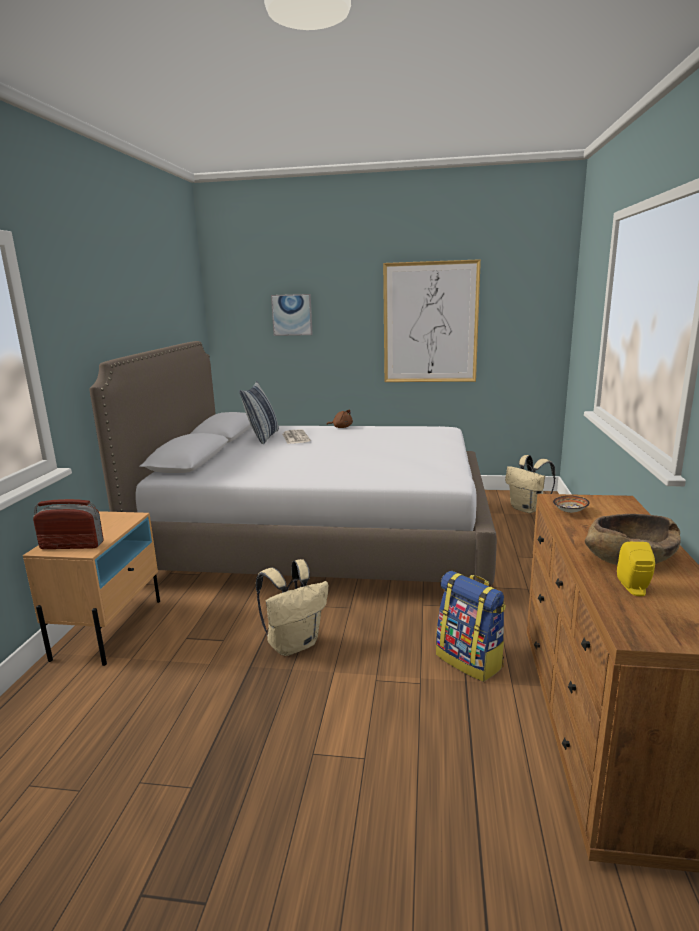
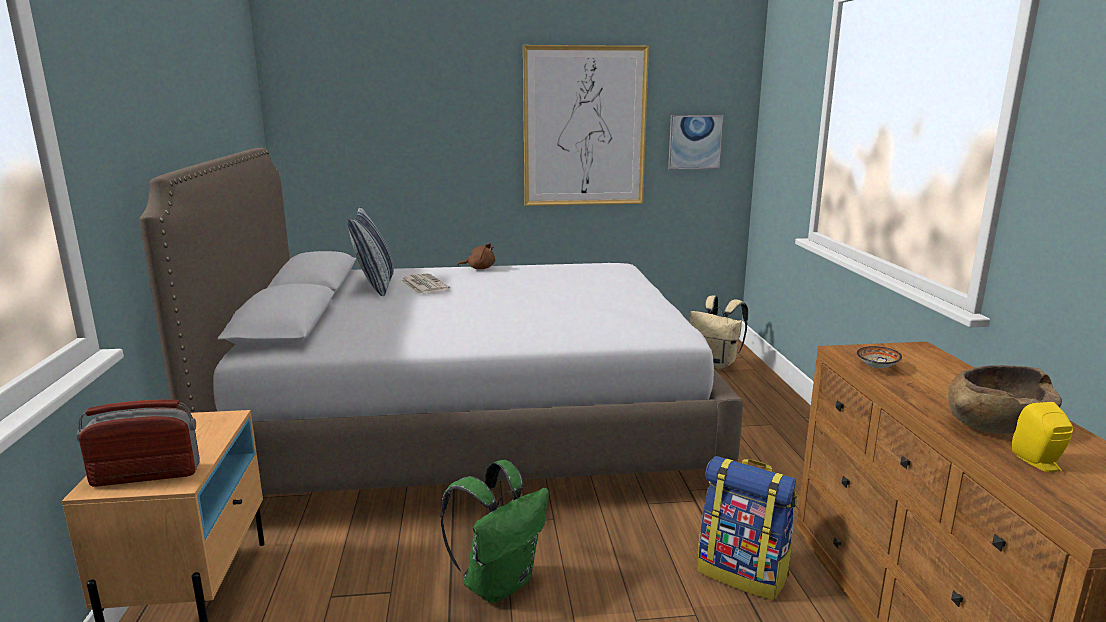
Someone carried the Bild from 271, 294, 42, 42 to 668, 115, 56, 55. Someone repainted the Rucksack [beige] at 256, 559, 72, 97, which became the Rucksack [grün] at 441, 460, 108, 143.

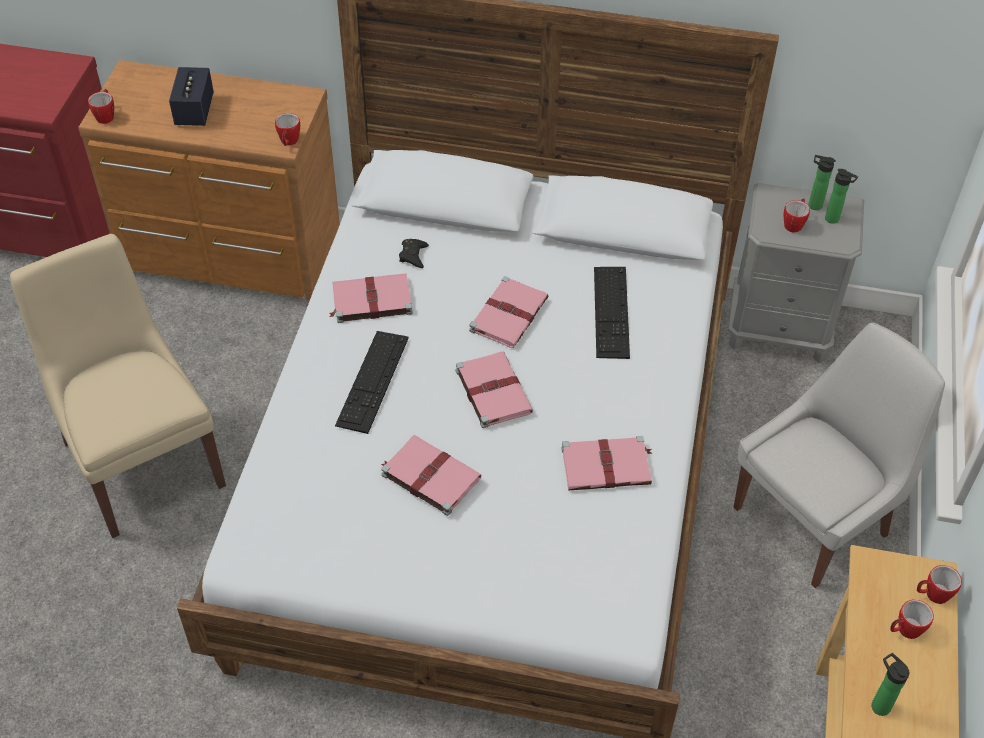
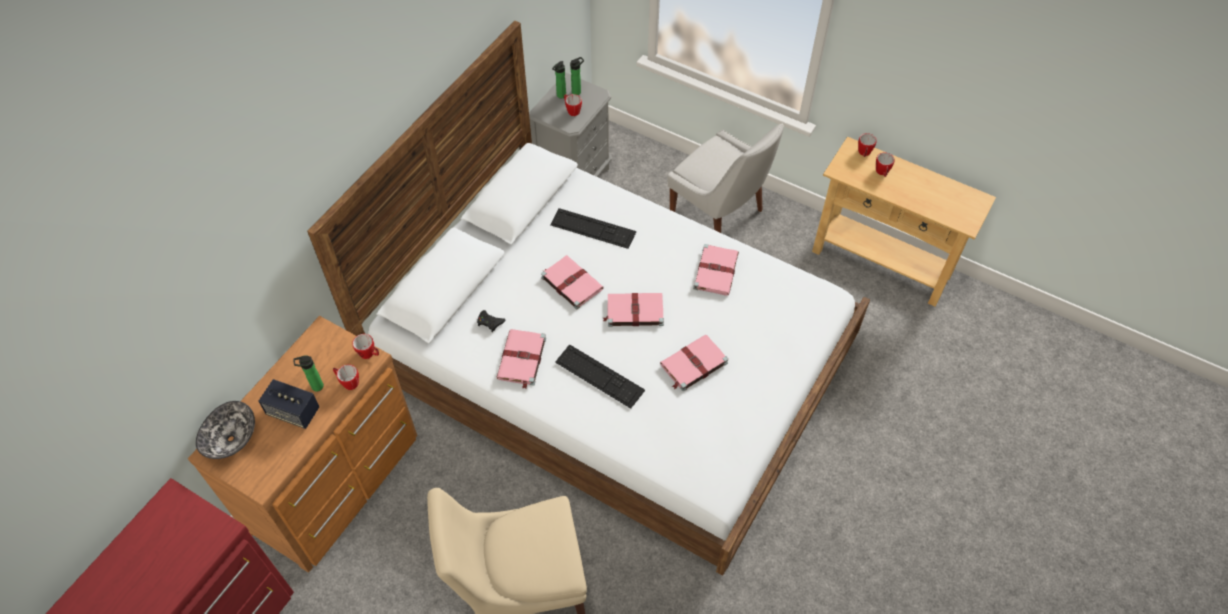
Someone put down the Schüssel at 196, 401, 59, 58. Someone carried the Henkelbecher from 88, 89, 26, 35 to 333, 364, 26, 26. Someone carried the Flasche from 871, 653, 38, 63 to 293, 355, 31, 37. Someone rotated the Stuhl [weiß] at 733, 323, 212, 265 by 150 degrees clockwise.

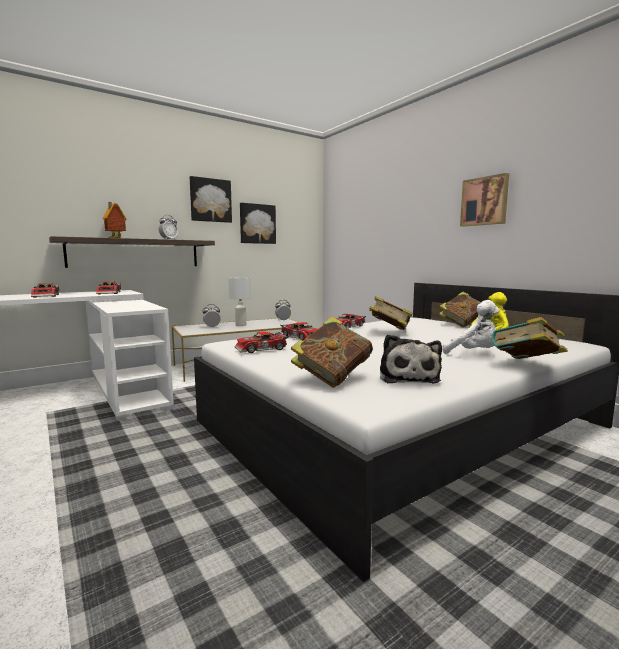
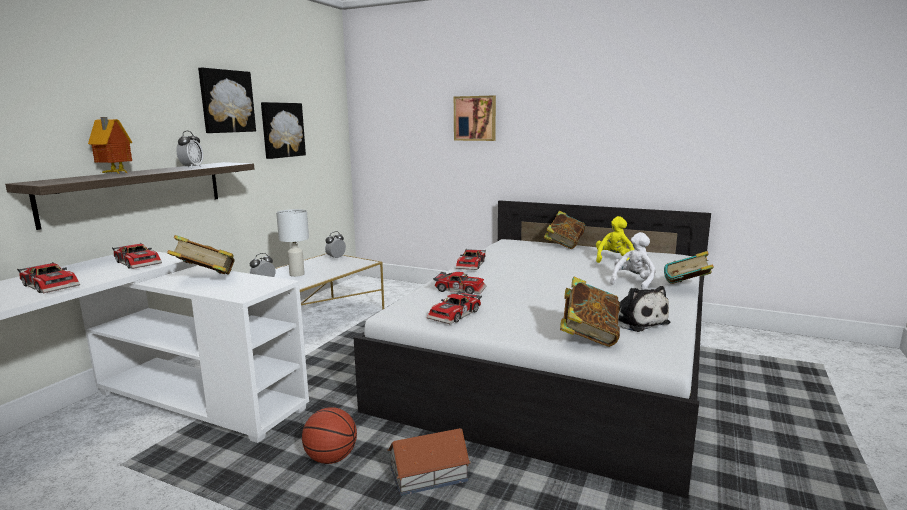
Someone put down the Basketball at 302, 407, 55, 57. Someone put down the Spielzeughaus at 387, 428, 84, 68. Someone carried the Buch from 369, 296, 44, 34 to 167, 235, 68, 40. Someone carried the Bild from 460, 173, 49, 54 to 454, 95, 42, 46. Someone rotated the Plüschtier [weiß] at 443, 300, 57, 54 by 60 degrees counterclockwise.

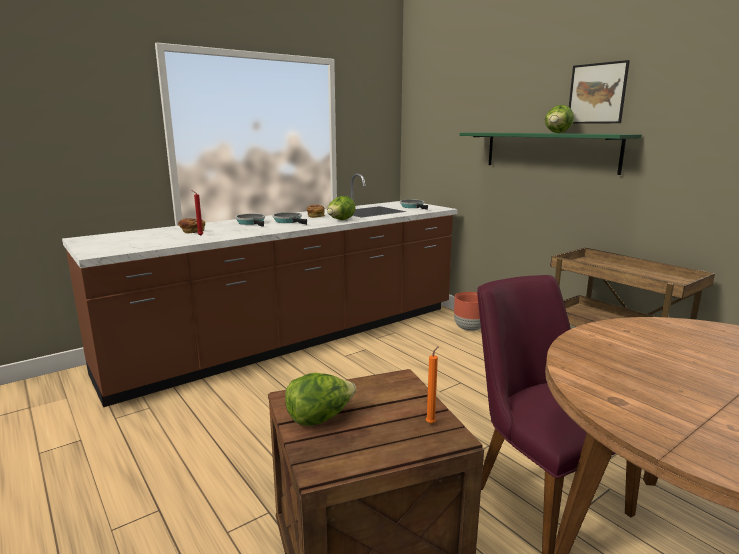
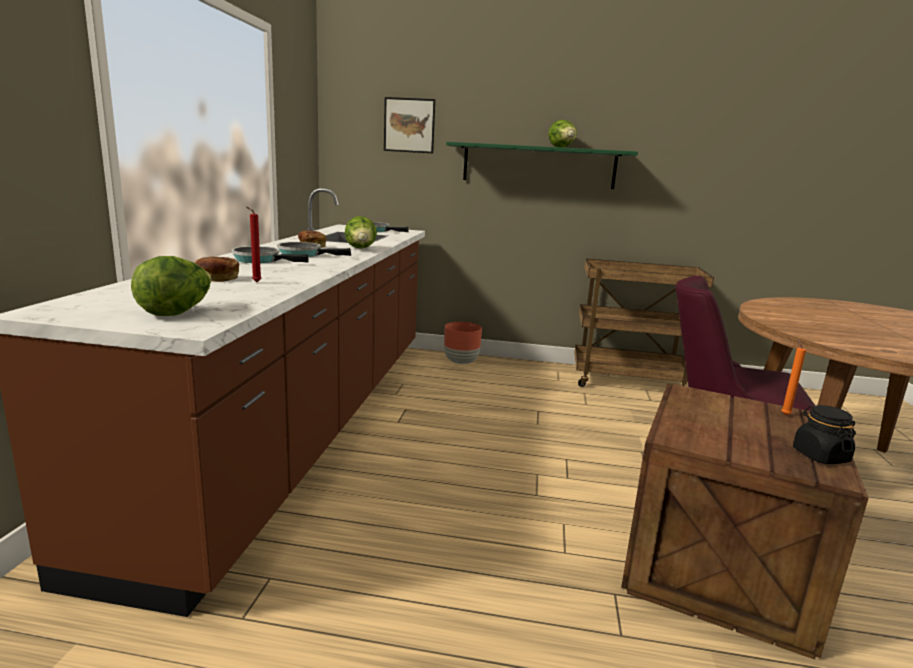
Someone put down the Vorratsglas [schwarz] at 793, 405, 63, 59. Someone carried the Salatkopf from 285, 373, 71, 53 to 131, 256, 80, 60. Someone carried the Bild from 569, 60, 61, 64 to 384, 97, 51, 56.

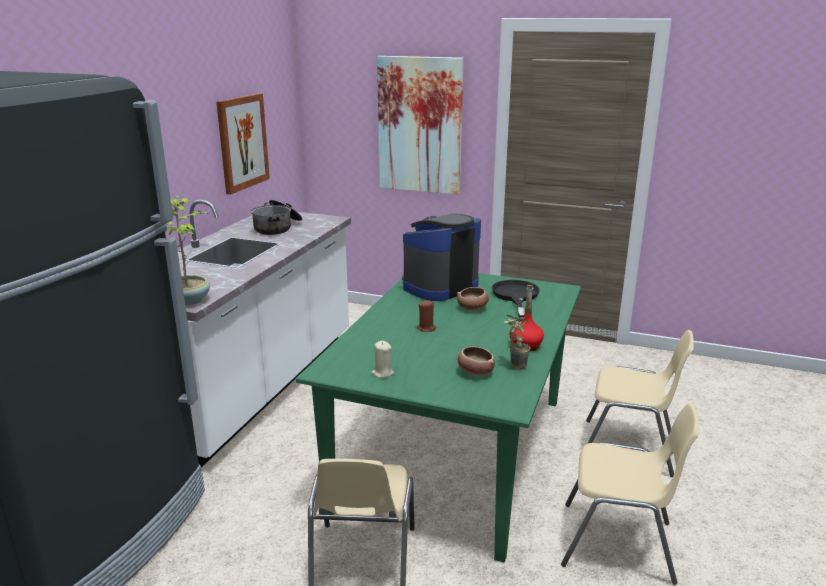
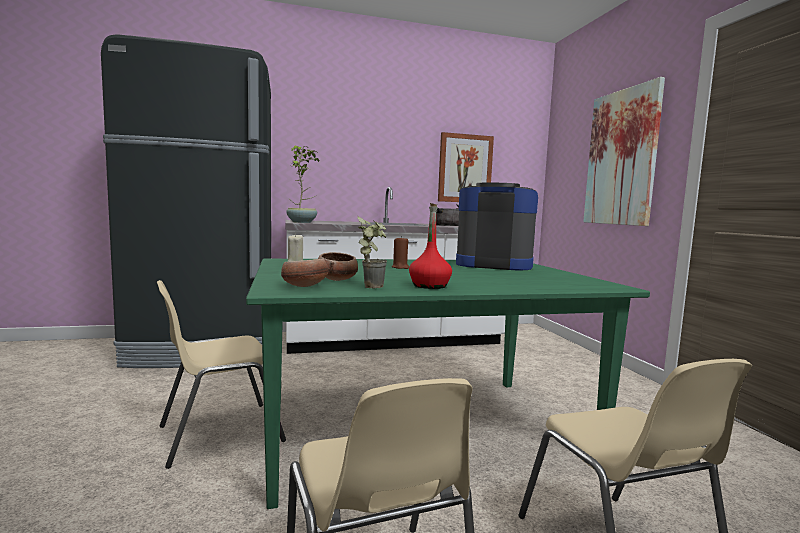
Someone took away the Pfanne [schwarz] at 492, 280, 48, 38. Someone carried the Schüssel from 457, 287, 32, 23 to 281, 259, 47, 28.

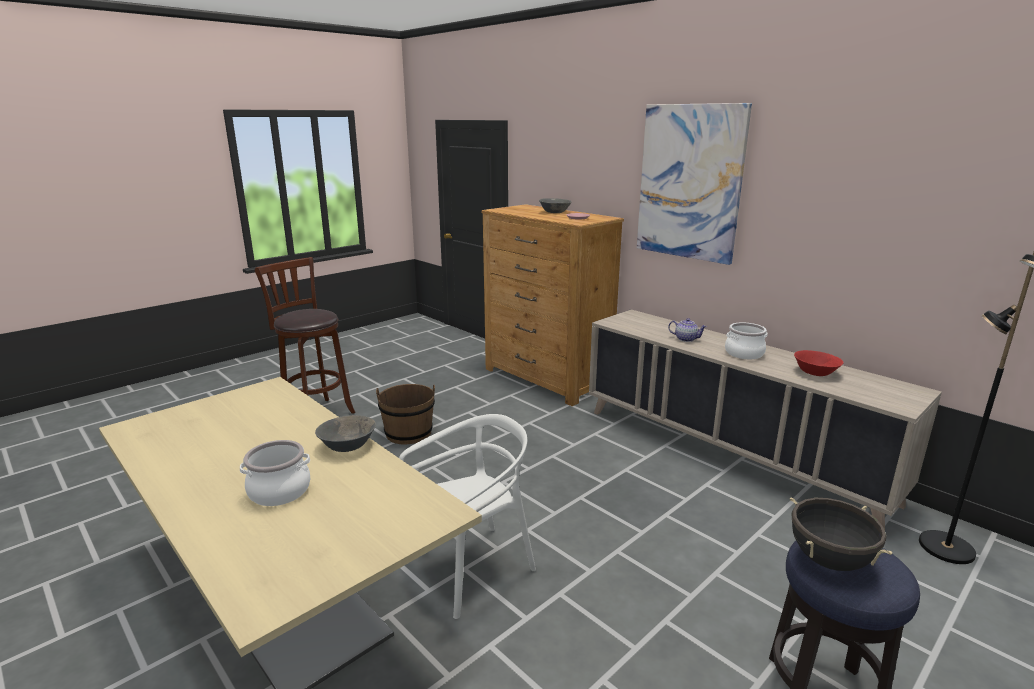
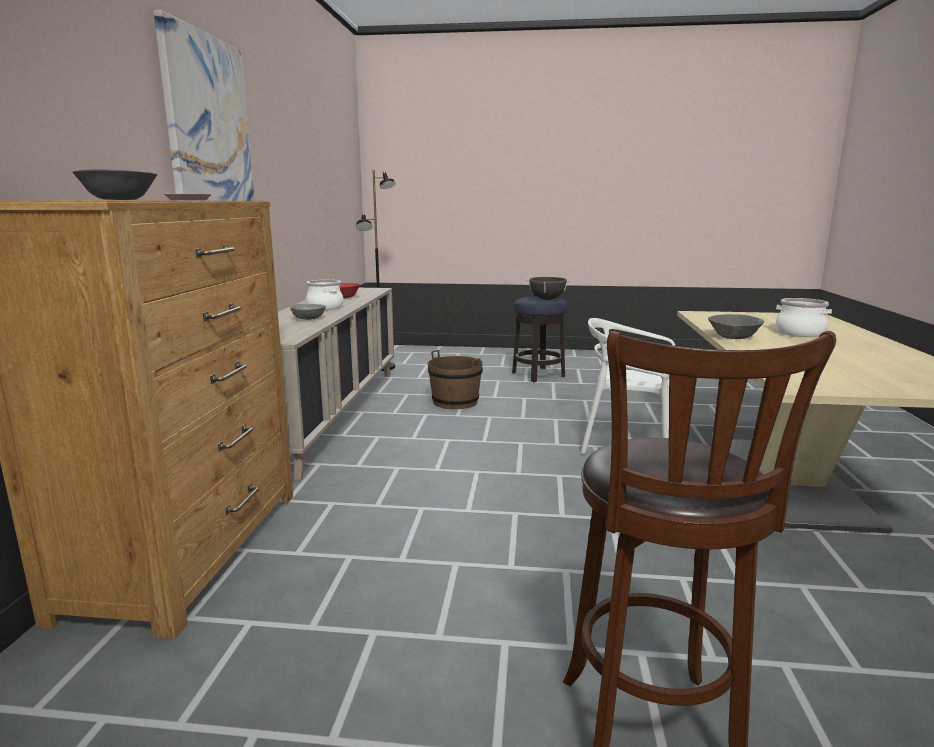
Someone carried the Eimer [braun] from 376, 384, 59, 61 to 428, 350, 55, 59. Someone swapped the Teekanne at 668, 318, 39, 24 for the Schüssel [grau] at 290, 304, 36, 16.

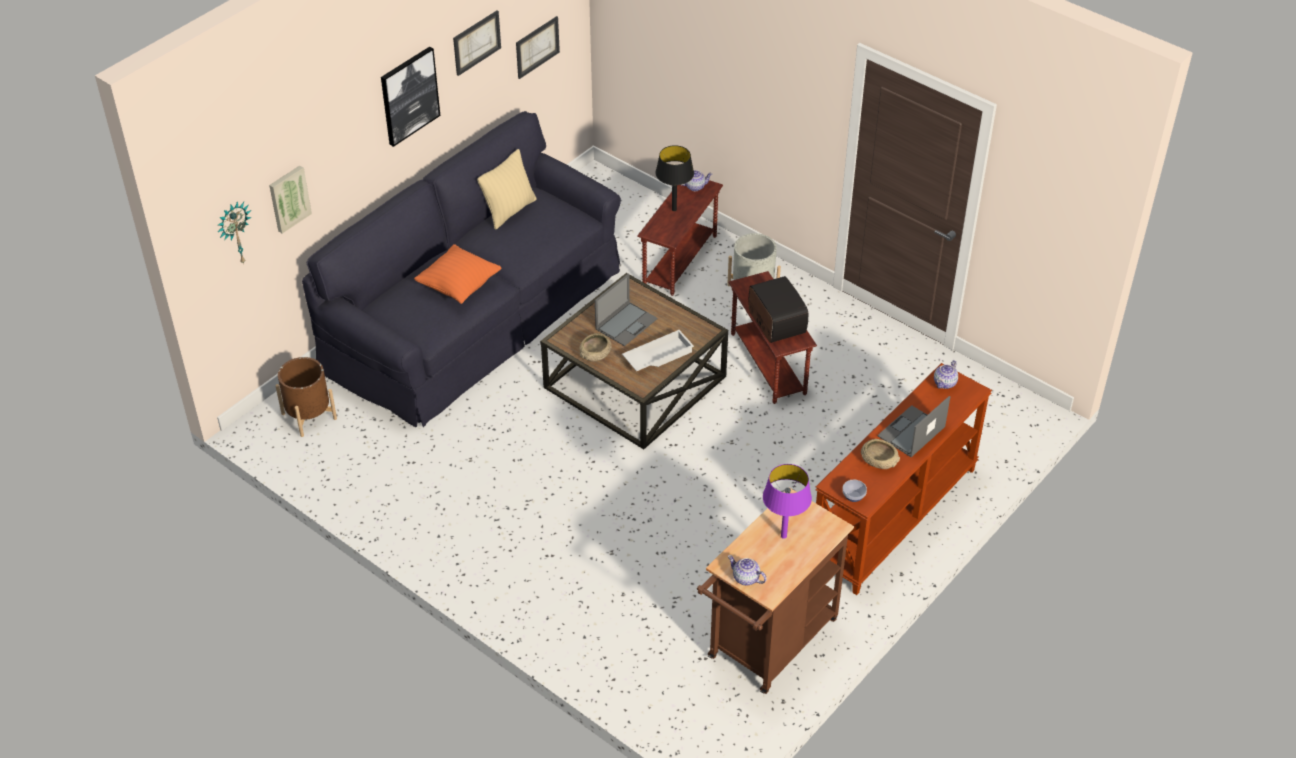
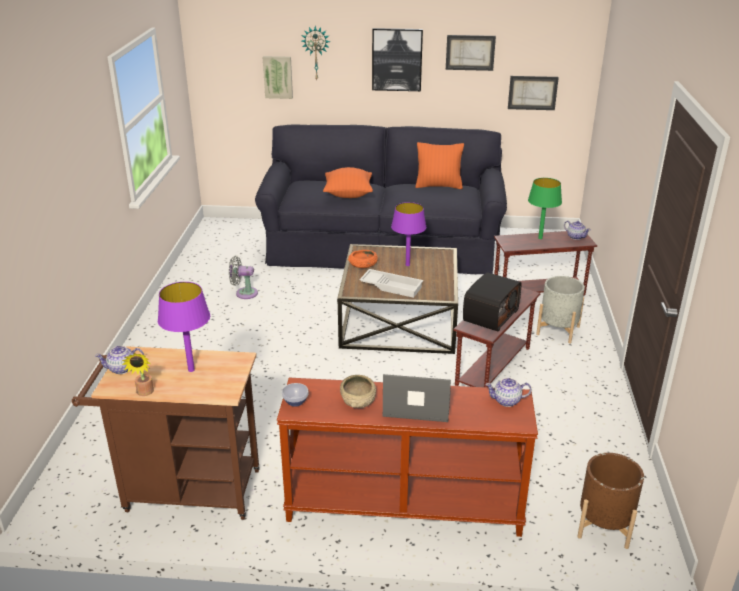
Someone put down the Topfpflanze at 122, 353, 32, 43. Someone put down the Ventilator [grau] at 229, 256, 29, 43. Someone carried the Wanduhr from 218, 201, 33, 64 to 302, 26, 28, 53. Someone carried the Pflanzkübel [braun] from 275, 357, 62, 80 to 577, 453, 67, 96. Someone swapped the Laptop at 595, 274, 63, 72 for the Tischlampe [lila] at 391, 202, 35, 64. Someone repainted the Kissen [beige] at 477, 149, 59, 81, which became the Kissen [orange] at 415, 142, 49, 47. Someone repainted the Schüssel [beige] at 579, 333, 33, 28, which became the Schüssel [orange] at 348, 250, 30, 18. Someone repainted the Tischlampe [schwarz] at 655, 145, 39, 66, which became the Tischlampe [grün] at 528, 178, 34, 61. Someone rotated the Teekanne at 728, 555, 39, 31 by 105 degrees counterclockwise.

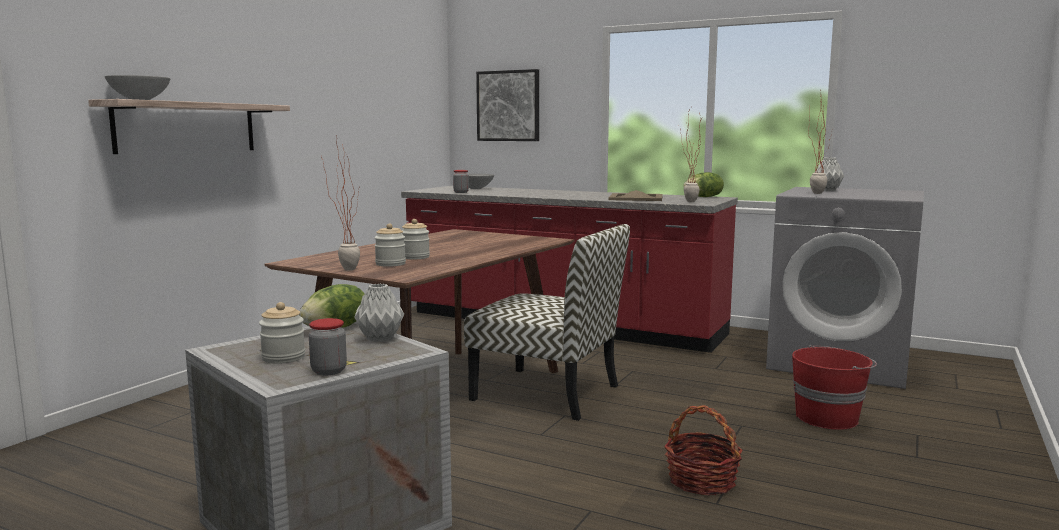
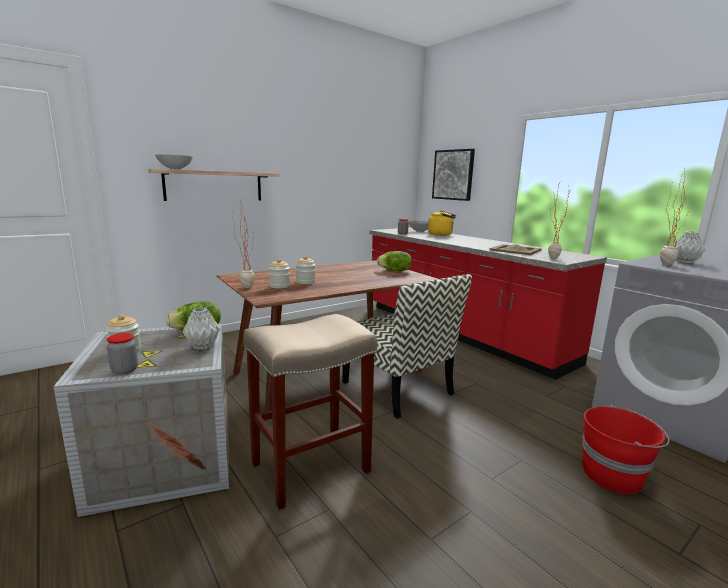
Someone took away the Korb at 664, 405, 79, 91. Someone put down the Hocker [beige] at 243, 314, 134, 196. Someone put down the Wasserkessel [gelb] at 428, 210, 28, 26. Someone carried the Salatkopf from 683, 172, 41, 25 to 377, 251, 35, 20.

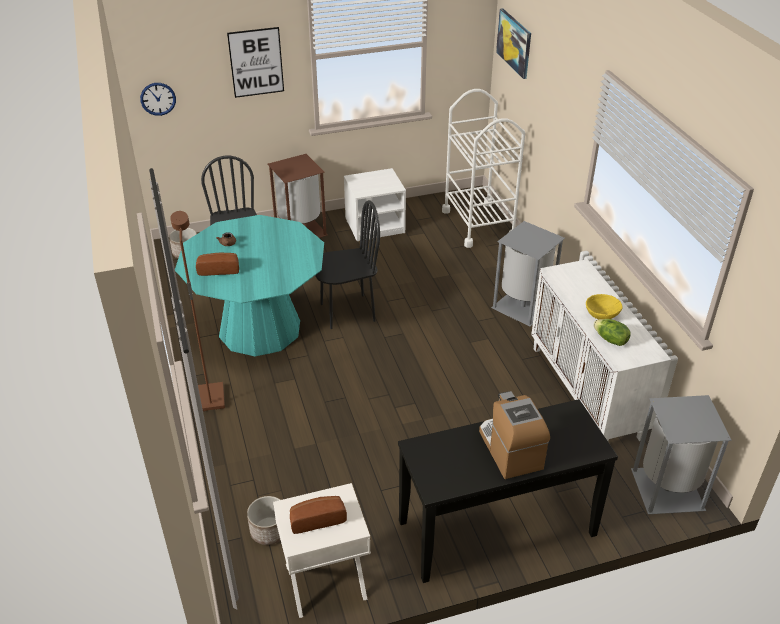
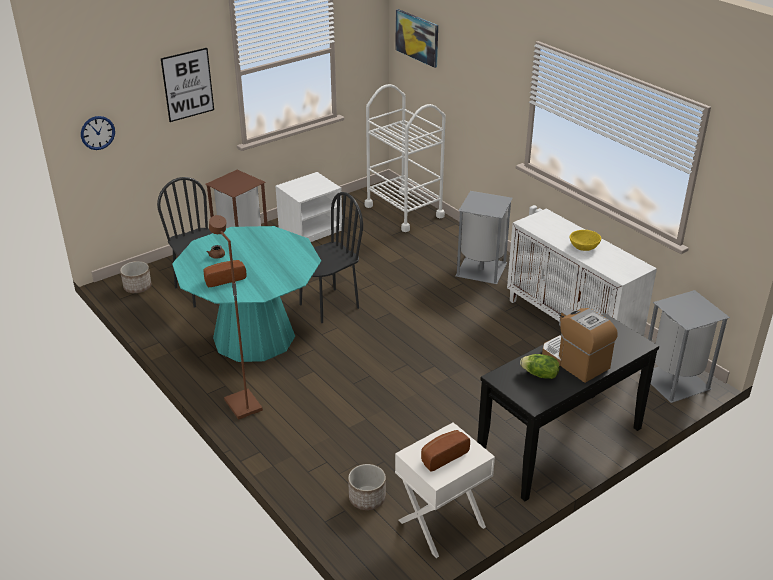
Someone carried the Salatkopf from 593, 319, 38, 27 to 520, 354, 40, 25.

